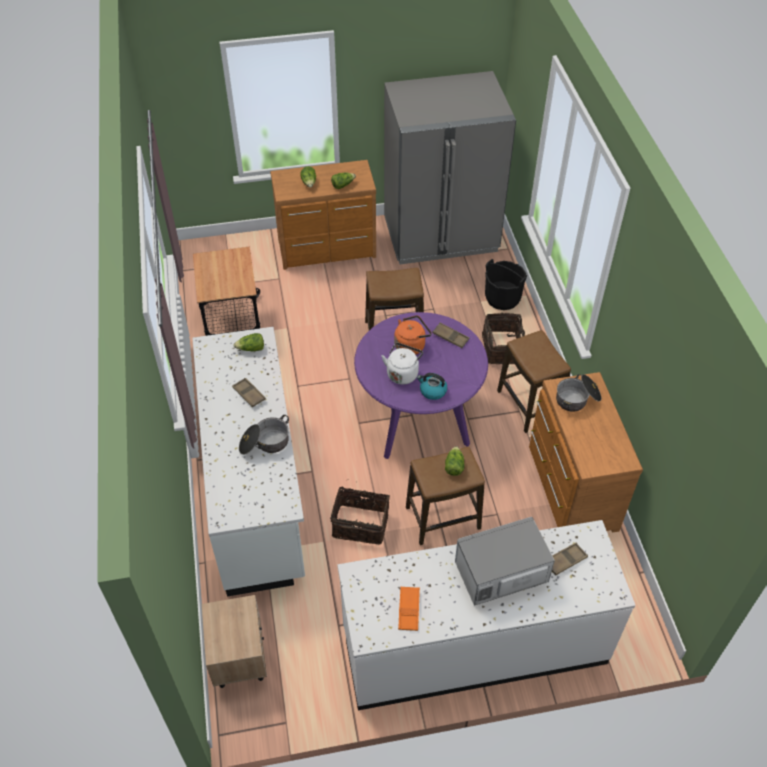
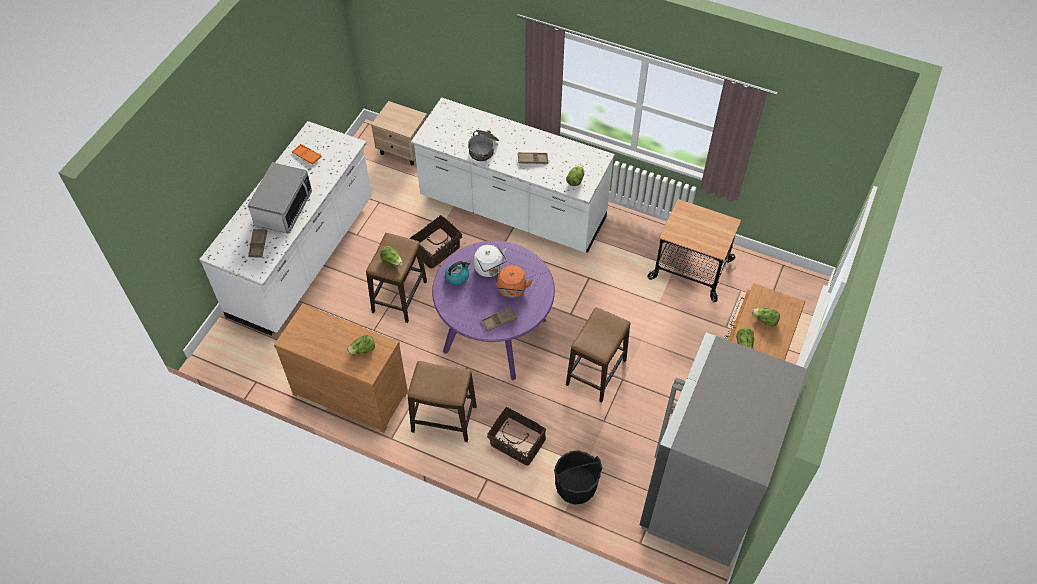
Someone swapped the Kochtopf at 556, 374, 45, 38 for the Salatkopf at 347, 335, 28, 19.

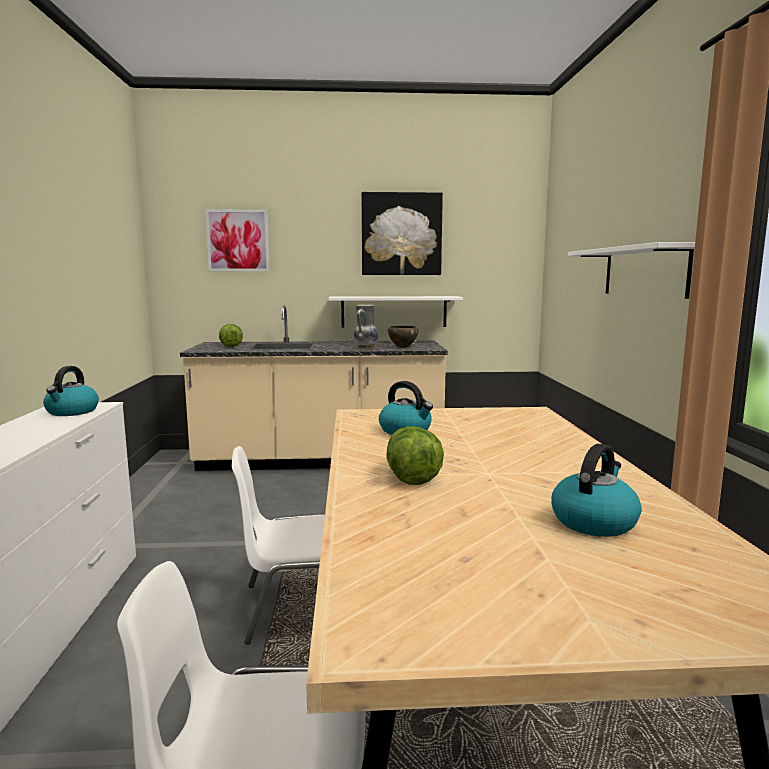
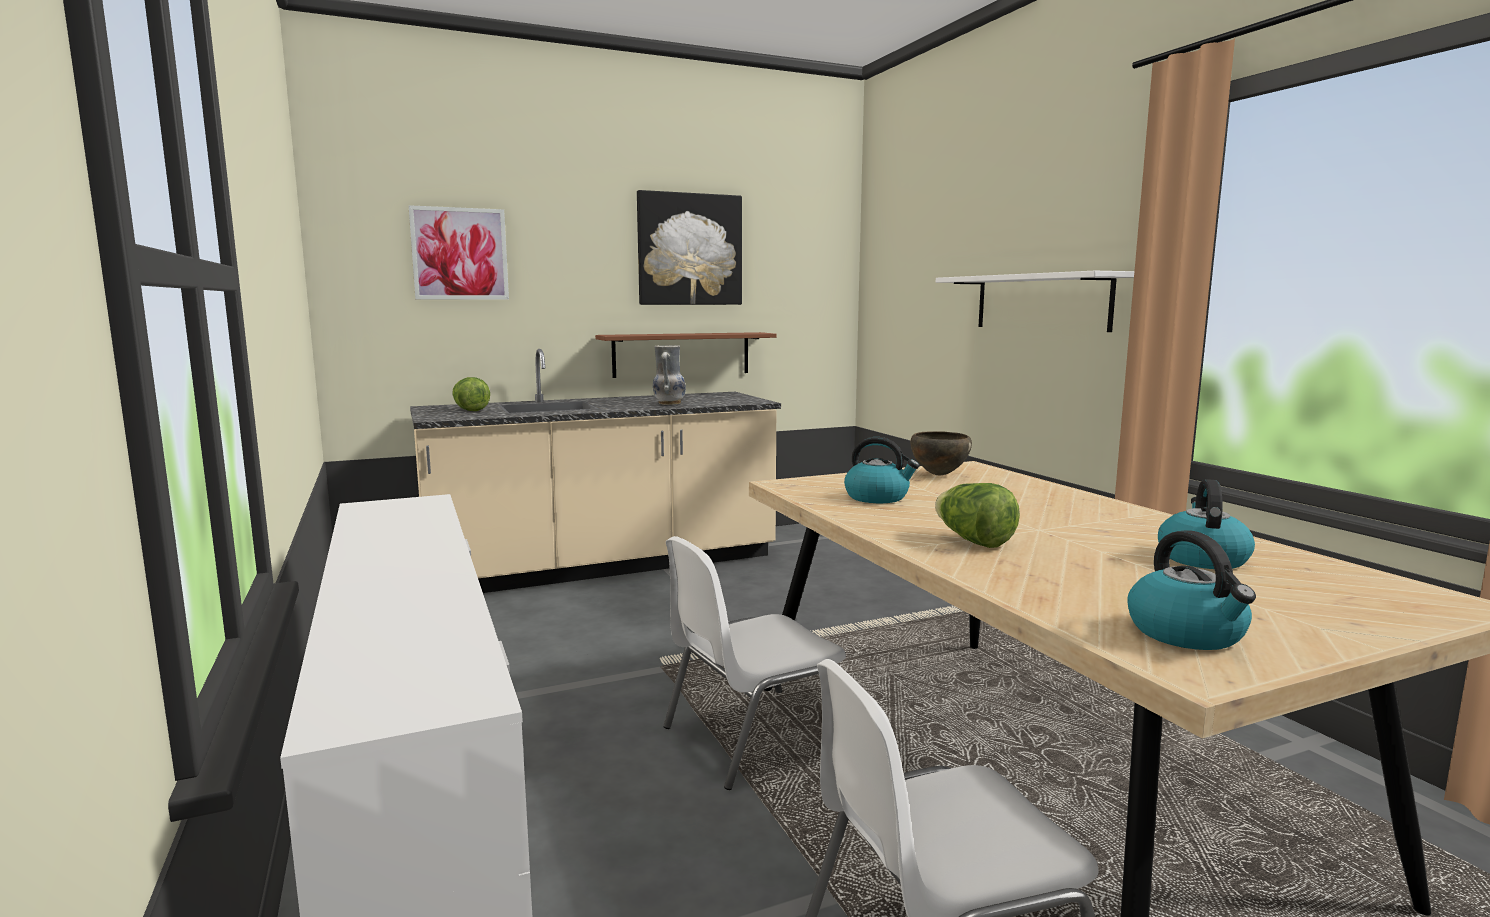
Someone carried the Wasserkessel from 43, 366, 56, 50 to 1127, 530, 129, 120. Someone carried the Schüssel [braun] from 388, 326, 31, 22 to 911, 431, 61, 44. Someone repainted the Wandregal [weiß] at 329, 296, 134, 31, which became the Wandregal [braun] at 595, 332, 181, 46.

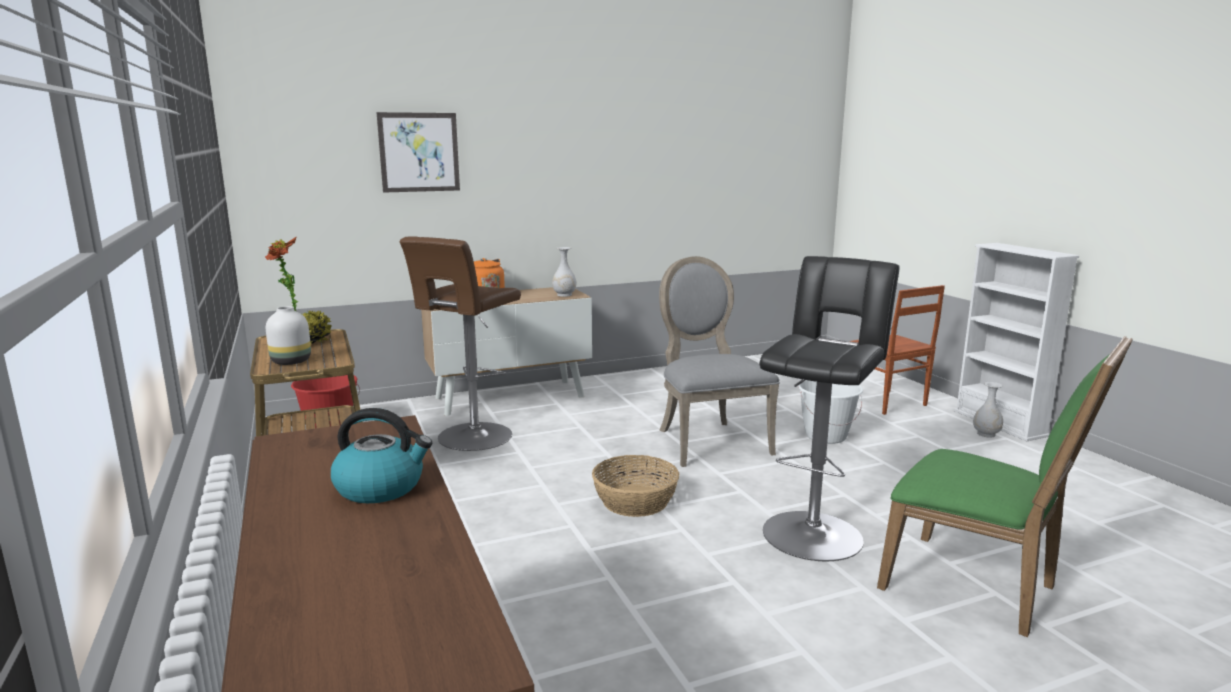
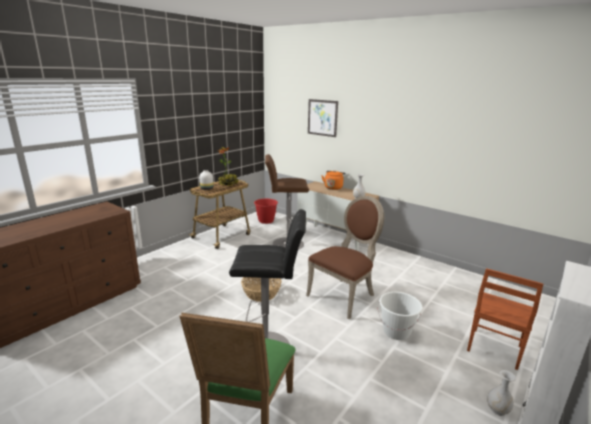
Someone took away the Wasserkessel at 331, 408, 101, 95. Someone repainted the Stuhl [grau] at 659, 256, 121, 211, which became the Stuhl [braun] at 306, 196, 78, 123.

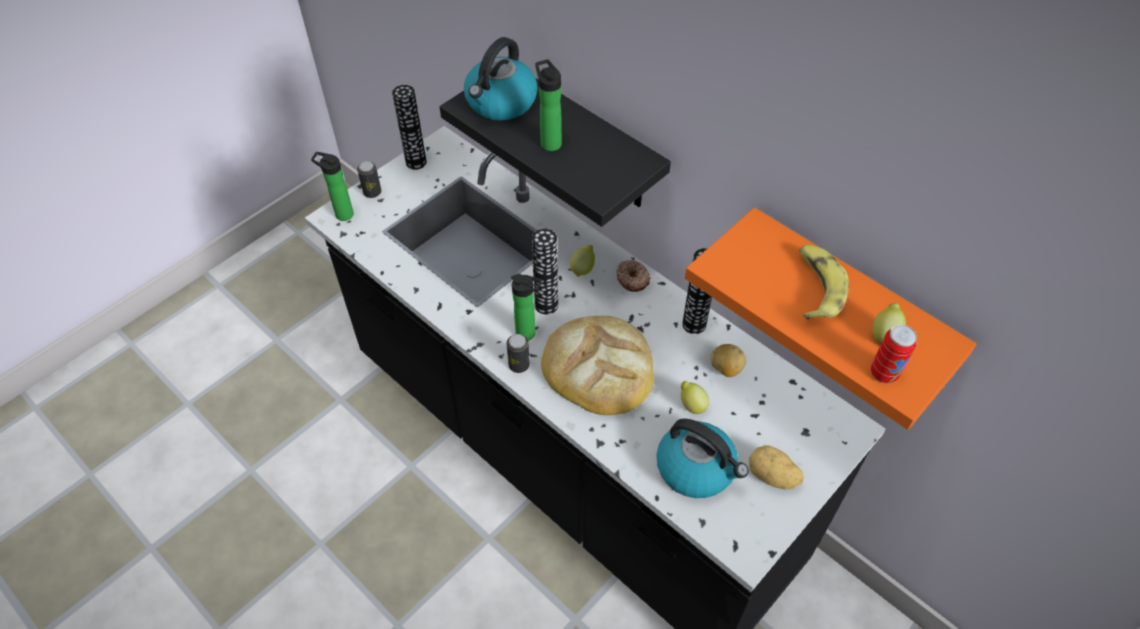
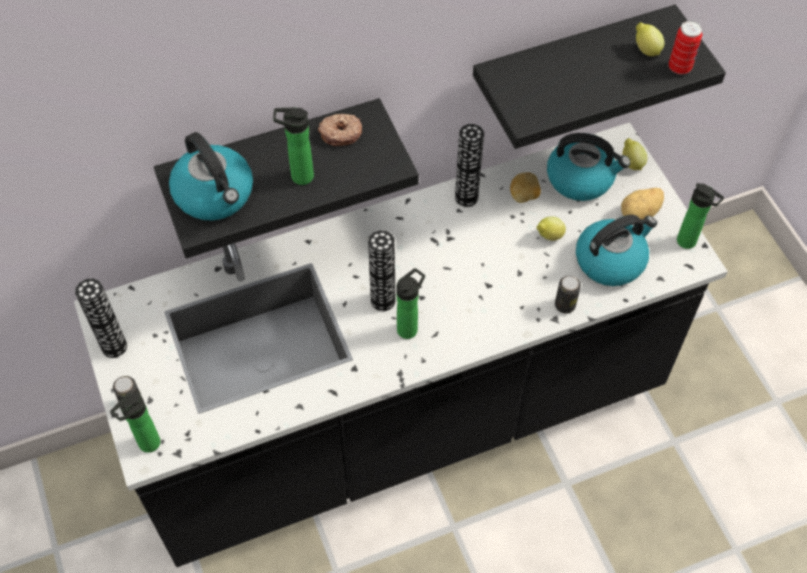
Someone took away the Brot at 541, 316, 113, 99. Someone took away the Banane at 799, 245, 50, 75. Someone put down the Wasserkessel at 547, 133, 83, 68. Someone put down the Flasche at 677, 183, 47, 66. Someone carried the Dose from 507, 334, 23, 39 to 555, 276, 26, 38. Someone carried the Zitrone from 570, 245, 25, 32 to 622, 138, 25, 32. Someone carried the Donut from 617, 260, 34, 32 to 318, 113, 44, 33. Someone repainted the Wandregal [orange] at 685, 207, 292, 223, which became the Wandregal [schwarz] at 473, 5, 253, 144.

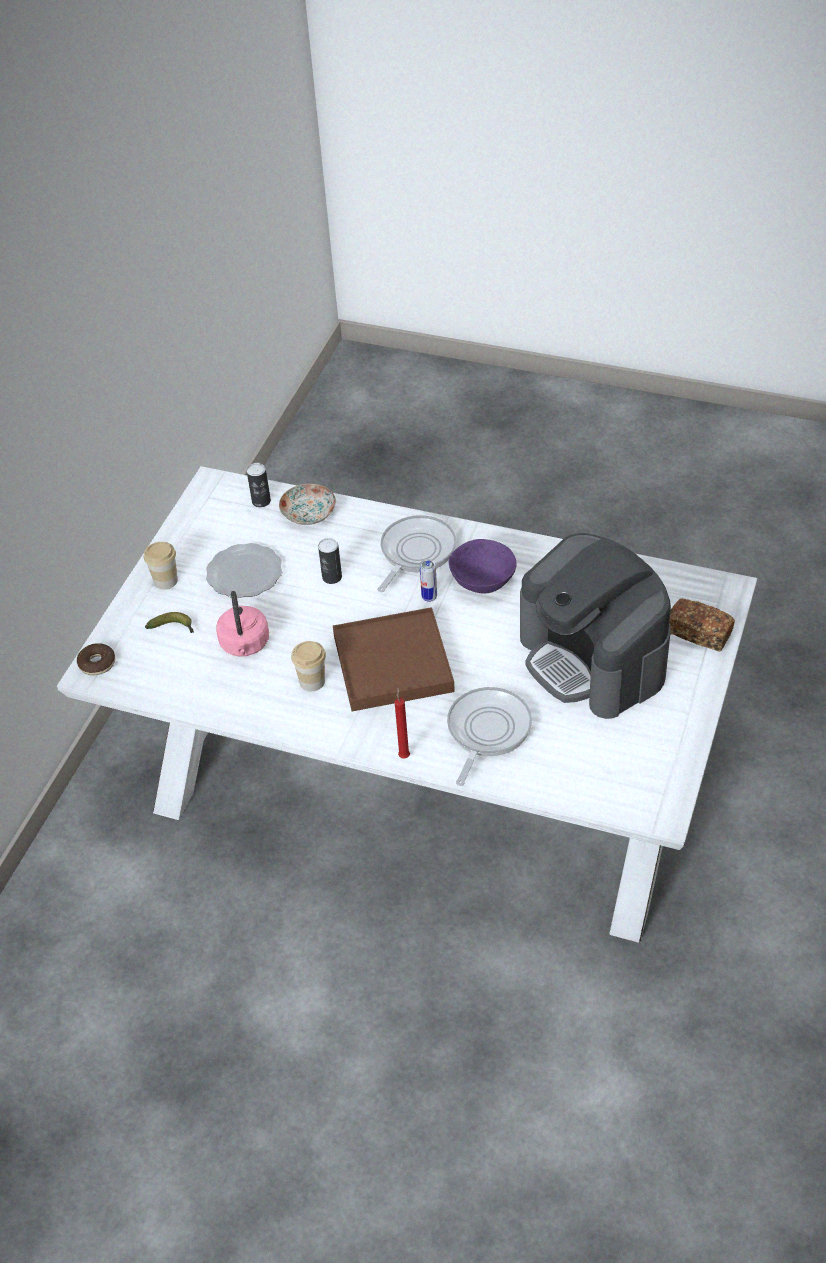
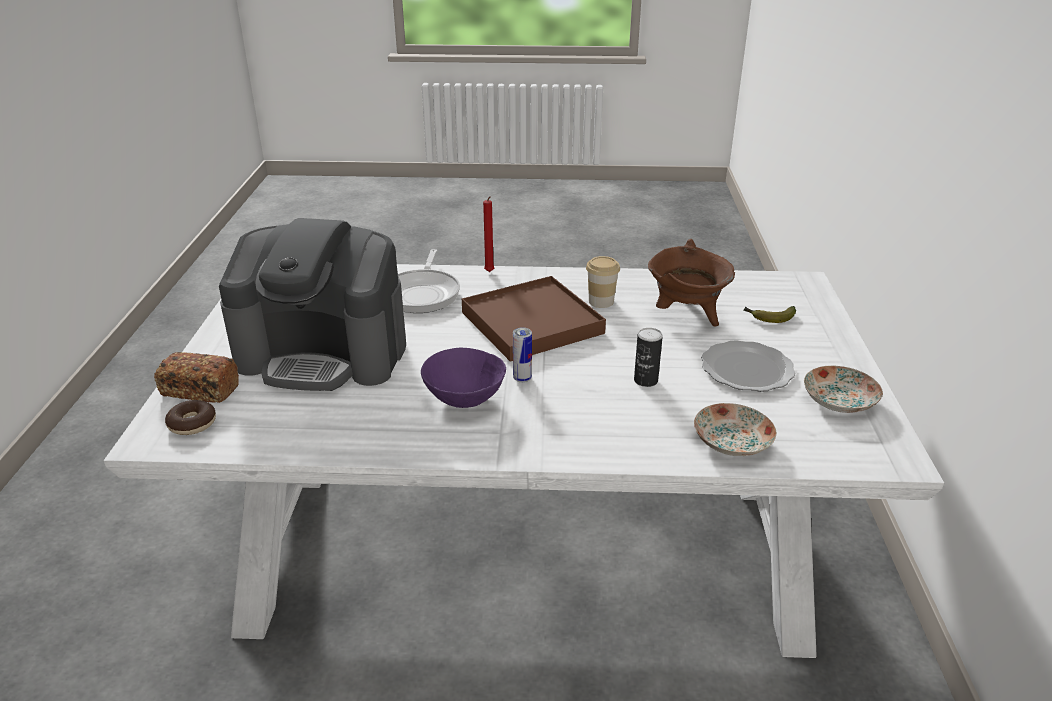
Someone took away the Tasse at 144, 542, 34, 48. Someone took away the Dose at 247, 463, 24, 44. Someone took away the Pfanne at 377, 515, 79, 77. Someone put down the Teller at 804, 366, 79, 47. Someone carried the Donut from 77, 643, 38, 32 to 165, 400, 51, 35. Someone swapped the Wasserkessel [rosa] at 216, 591, 53, 66 for the Kochtopf [braun] at 648, 239, 87, 87. Someone rotated the Kaffeemaschine at 520, 533, 151, 186 by 150 degrees clockwise.

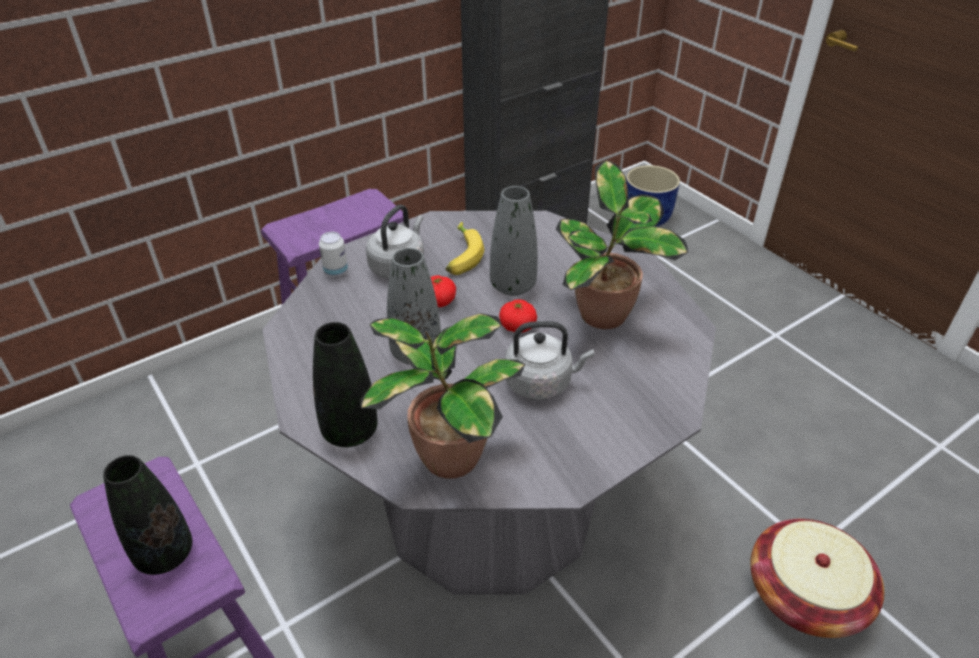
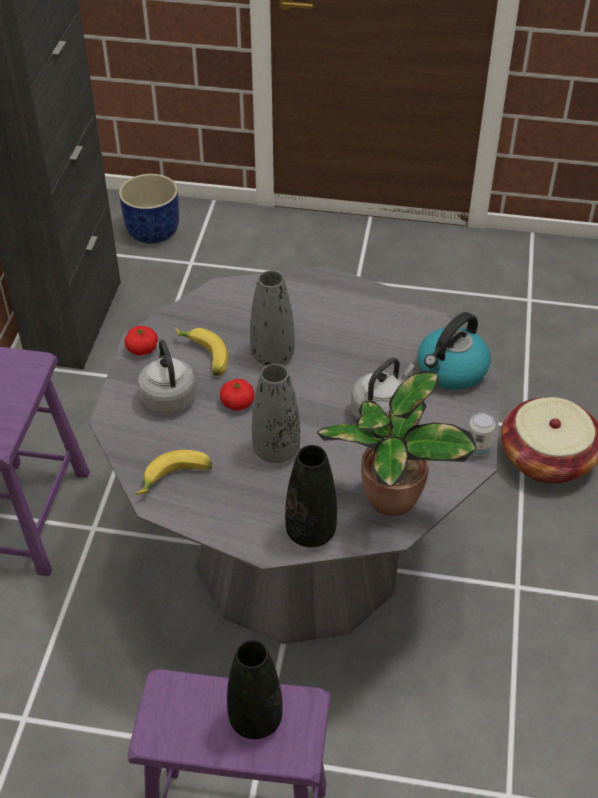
Someone took away the Topfpflanze at 556, 160, 132, 169. Someone put down the Banane at 135, 450, 77, 45. Someone put down the Wasserkessel at 418, 312, 73, 78. Someone carried the Dose from 319, 232, 29, 45 to 468, 412, 28, 44. Someone carried the Tomate from 499, 299, 38, 34 to 124, 326, 34, 30.

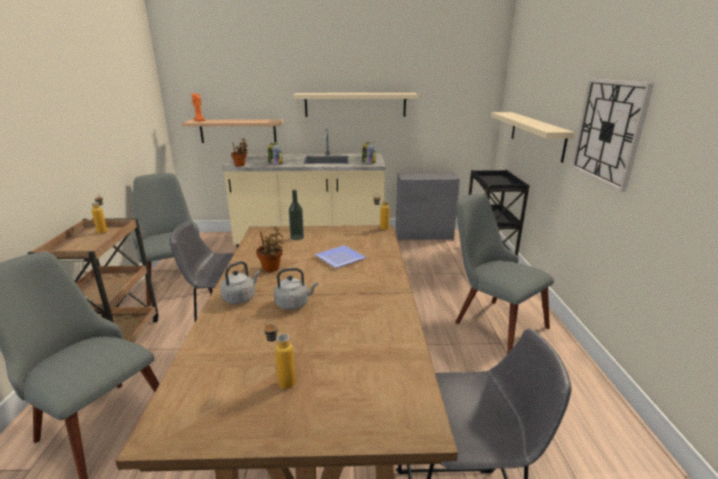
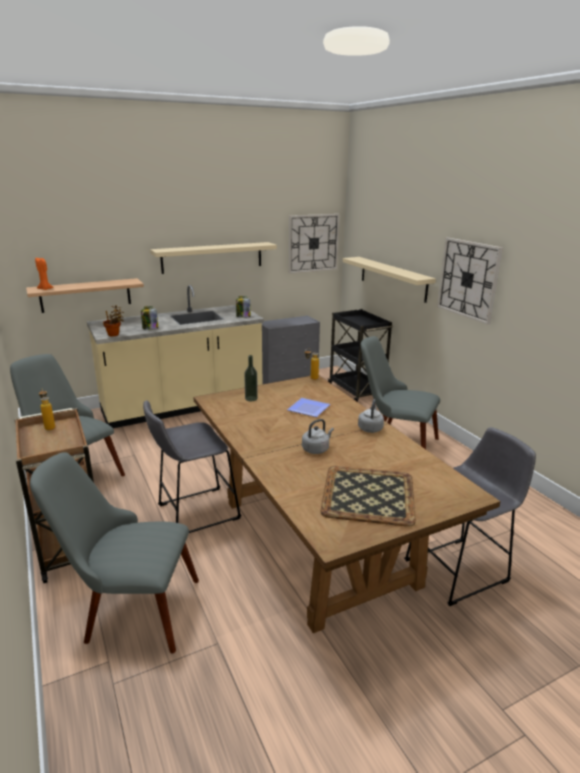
Someone took away the Topfpflanze at 256, 227, 27, 45. Someone put up the Wanduhr at 289, 214, 51, 60. Someone carried the Wasserkessel [grau] from 220, 261, 40, 43 to 358, 399, 26, 34. Someone swapped the Flasche at 264, 320, 31, 69 for the Tablett at 320, 466, 96, 61.

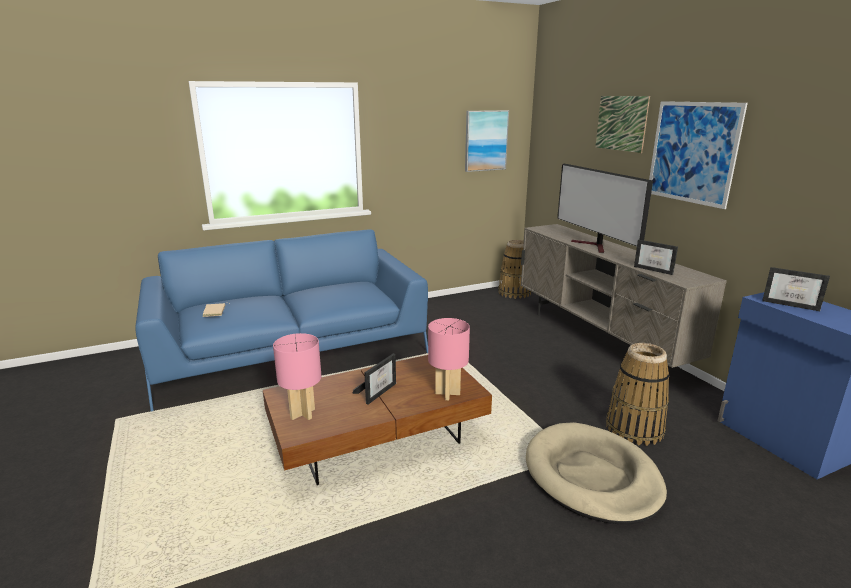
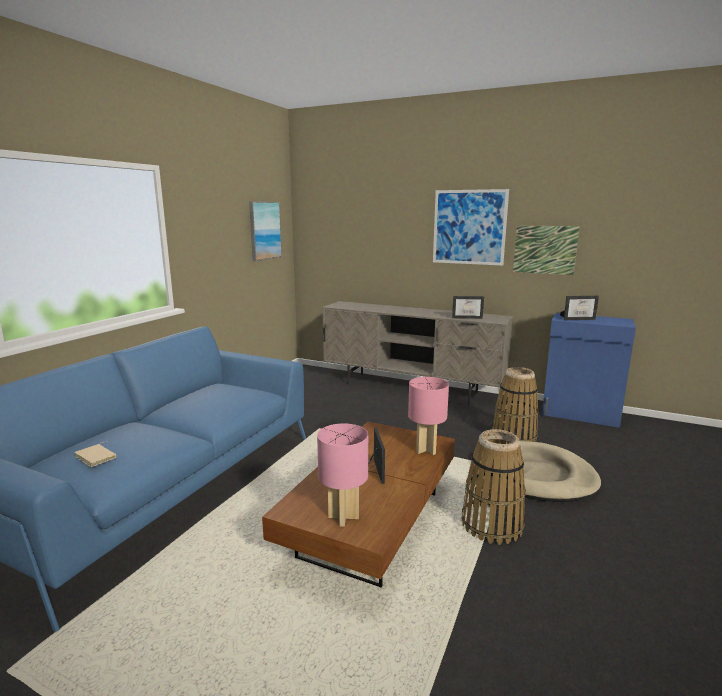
Someone took away the Fernseher at 557, 163, 96, 90. Someone carried the Korb from 498, 240, 33, 59 to 462, 429, 64, 116. Someone carried the Bild from 595, 96, 55, 57 to 513, 226, 67, 49.

